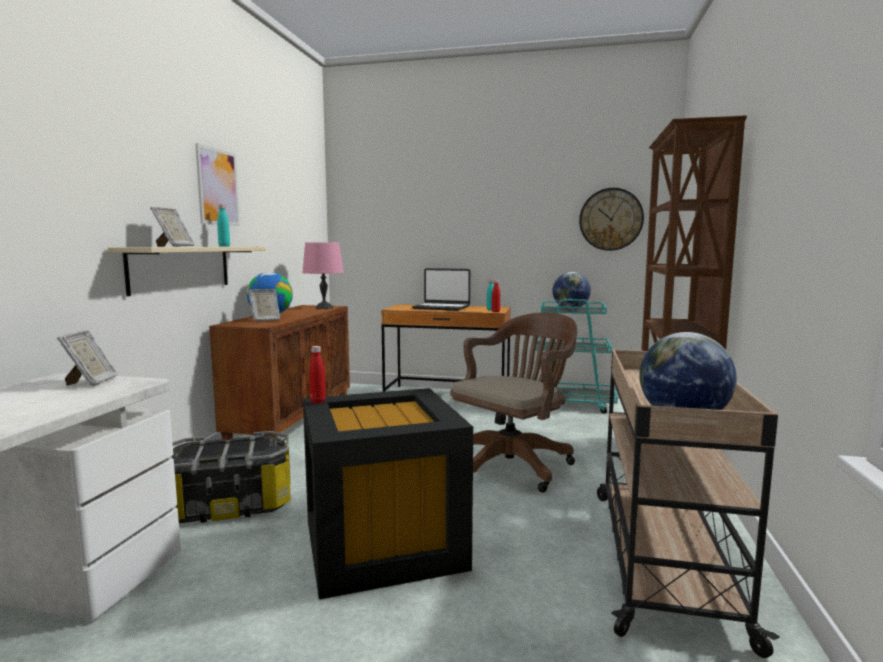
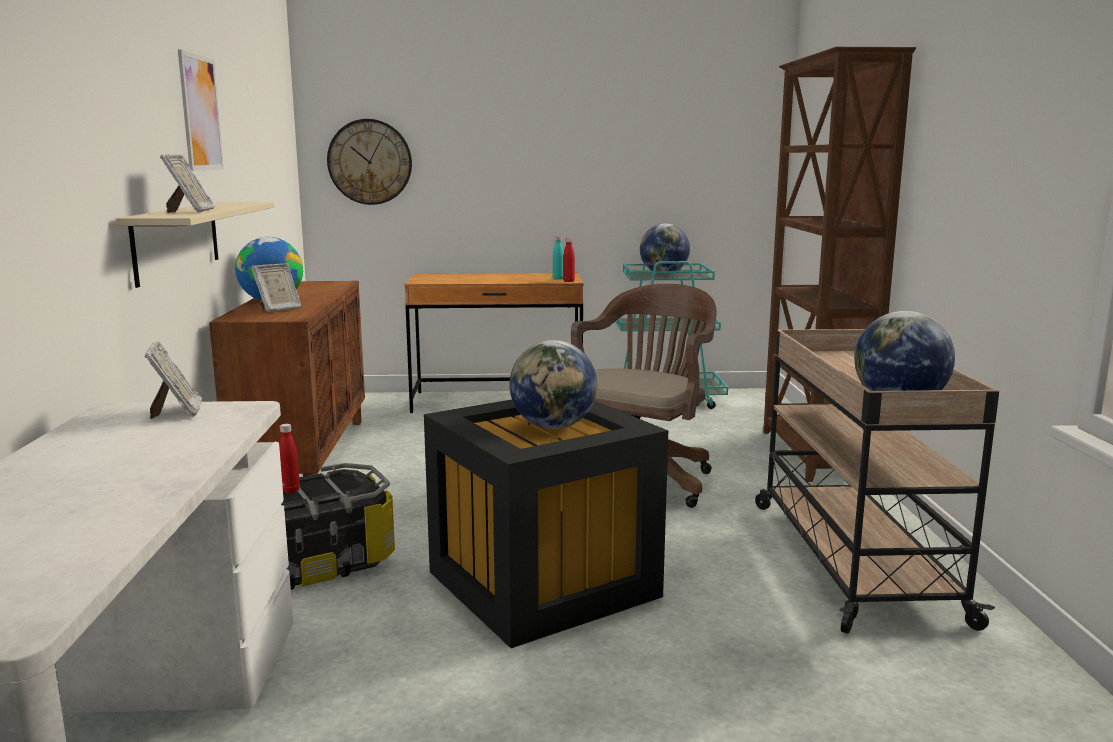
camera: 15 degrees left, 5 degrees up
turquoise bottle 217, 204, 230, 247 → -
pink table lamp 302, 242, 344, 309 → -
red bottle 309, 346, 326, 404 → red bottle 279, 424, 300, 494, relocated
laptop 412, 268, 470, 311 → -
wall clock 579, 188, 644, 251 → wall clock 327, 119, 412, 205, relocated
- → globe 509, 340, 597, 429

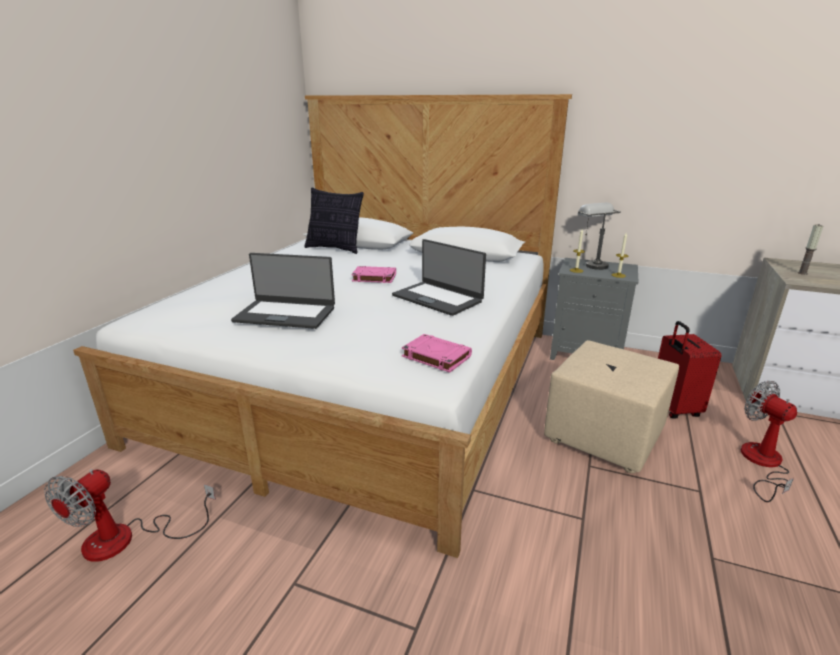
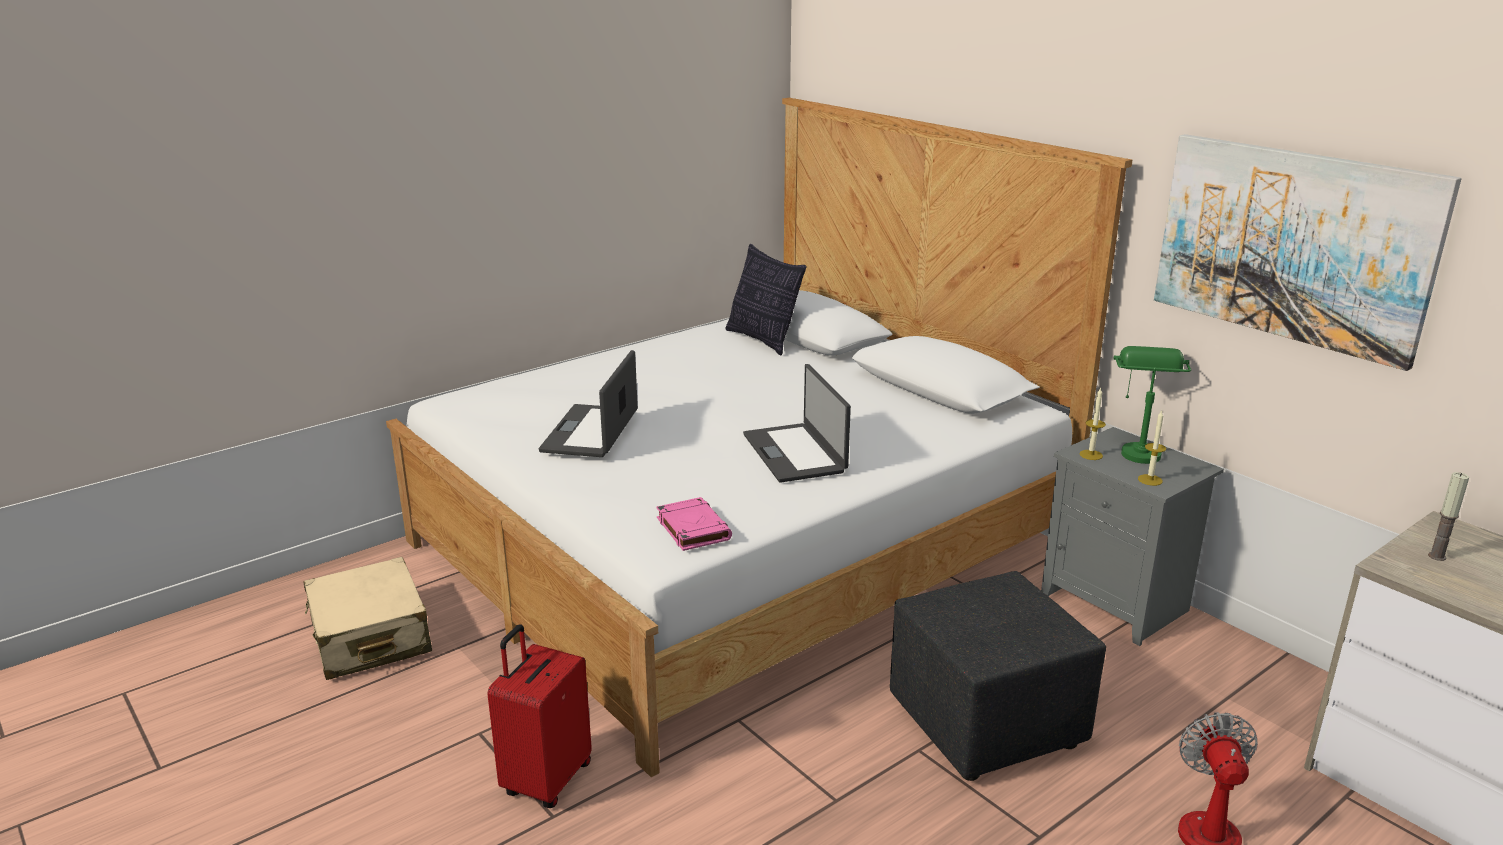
camera: 30 degrees right, 0 degrees up
fan 44, 469, 216, 562 → beige suitcase 304, 557, 432, 680
laptop 231, 253, 335, 329 → laptop 539, 350, 638, 457, 60 degrees clockwise
pink book 351, 266, 396, 283 → -
beige ottoman 544, 340, 679, 473 → black ottoman 890, 571, 1106, 781
grey table lamp 577, 203, 621, 270 → green table lamp 1114, 346, 1191, 464
red suitcase 658, 321, 721, 418 → red suitcase 487, 624, 592, 808, relocated
- → picture 1154, 134, 1461, 371

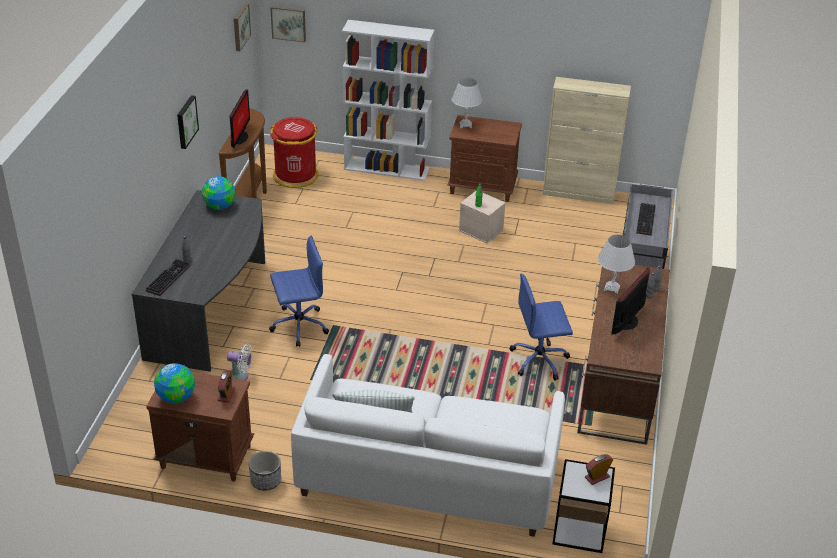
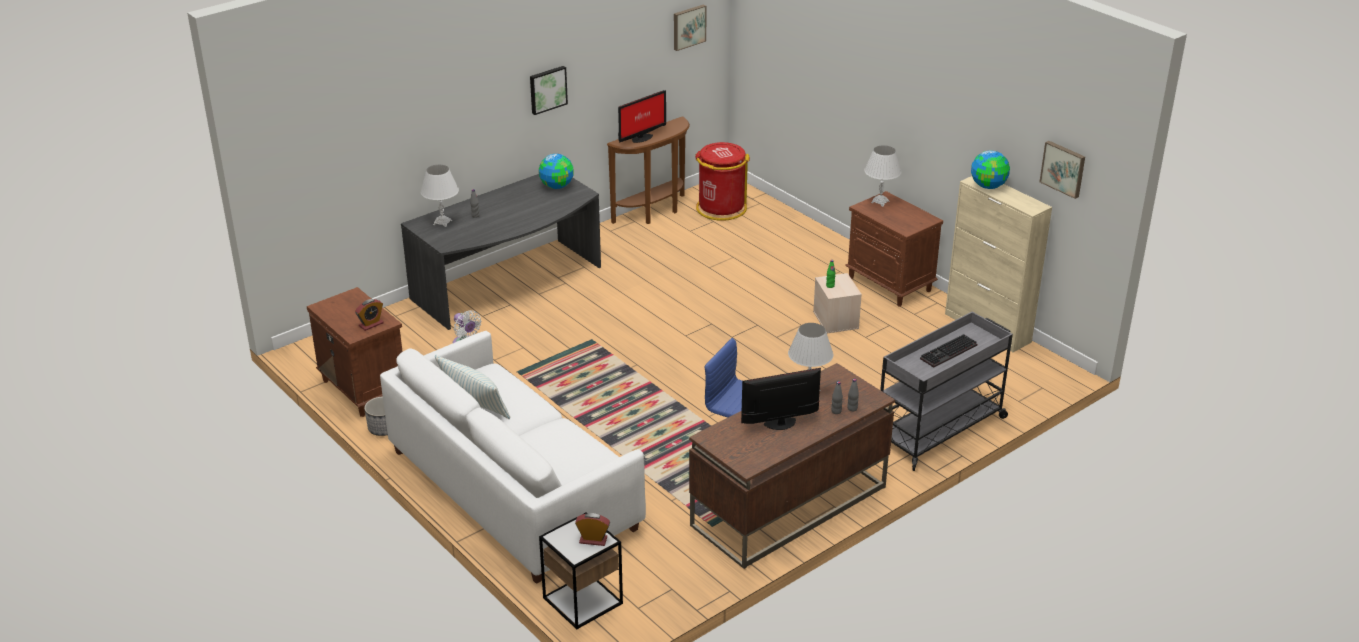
camera: 40 degrees right, 5 degrees down
keyboard 146, 259, 190, 296 → white table lamp 421, 165, 459, 227
globe 154, 363, 195, 403 → globe 971, 151, 1010, 189, relocated
blue office chair 269, 236, 329, 347 → -
picture 270, 6, 306, 42 → picture 1040, 141, 1085, 199, relocated
white bookcase 342, 20, 435, 181 → -

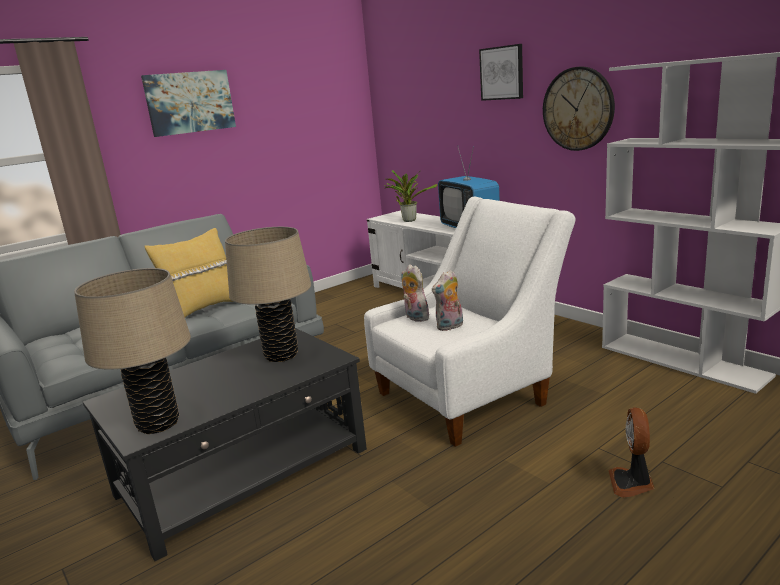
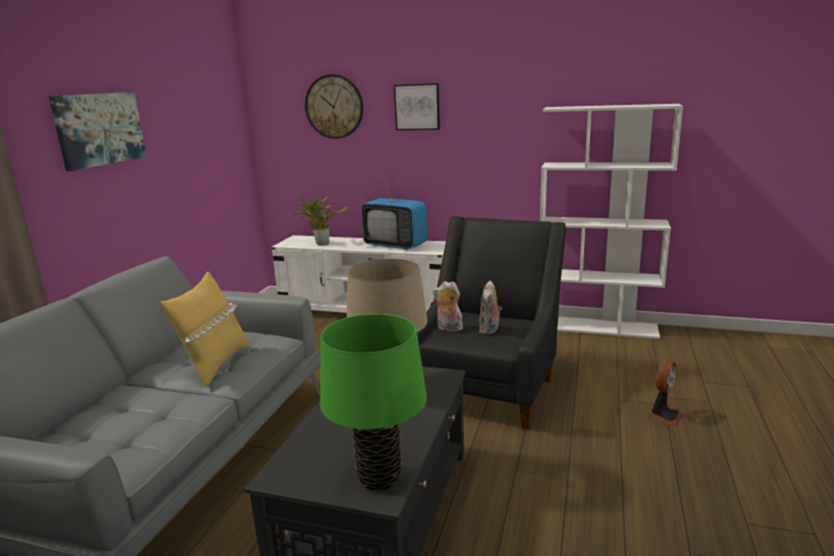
camera: 35 degrees left, 0 degrees up
beige table lamp 74, 268, 191, 434 → green table lamp 320, 314, 427, 491
white armchair 364, 197, 576, 447 → black armchair 417, 216, 566, 430
wall clock 543, 67, 615, 151 → wall clock 305, 74, 363, 139, relocated
fan 608, 407, 655, 498 → fan 648, 360, 683, 427, 120 degrees counterclockwise

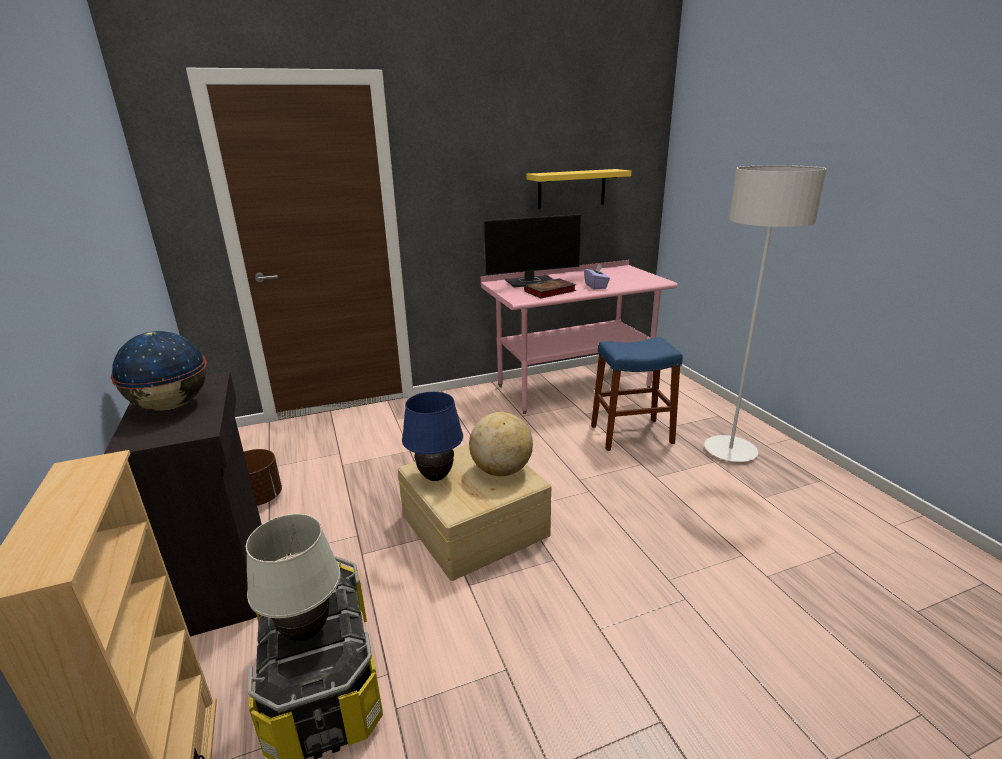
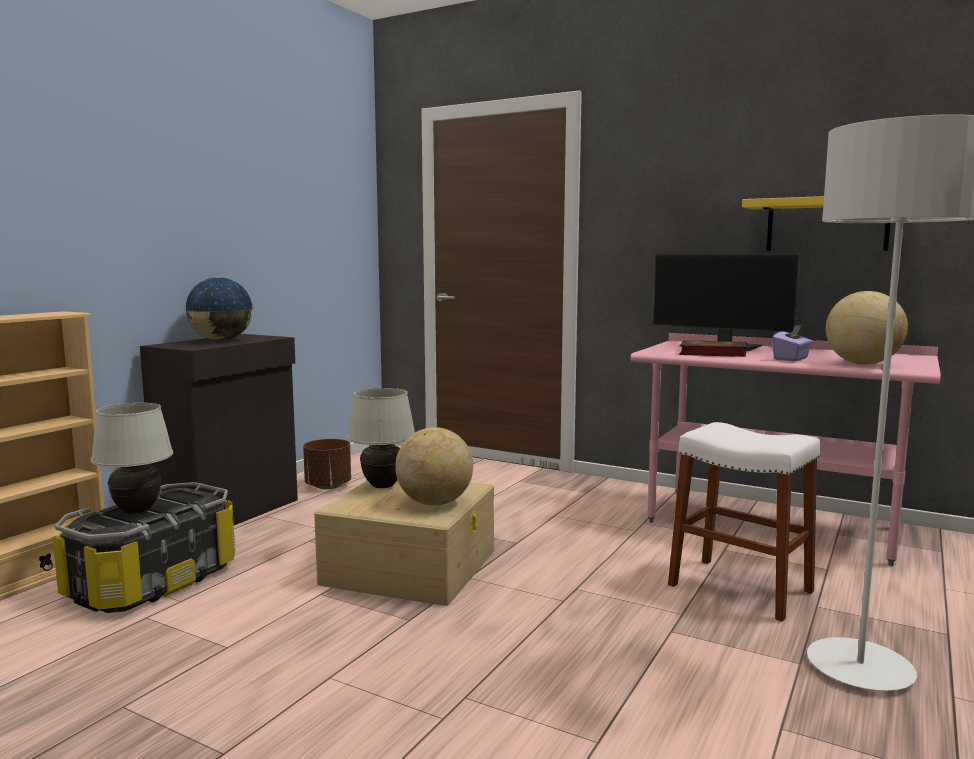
camera: 50 degrees right, 15 degrees down
blue table lamp 402, 392, 463, 481 → white table lamp 347, 388, 415, 488
blue stool 591, 337, 683, 451 → white stool 668, 422, 820, 622
- → globe 826, 291, 908, 364

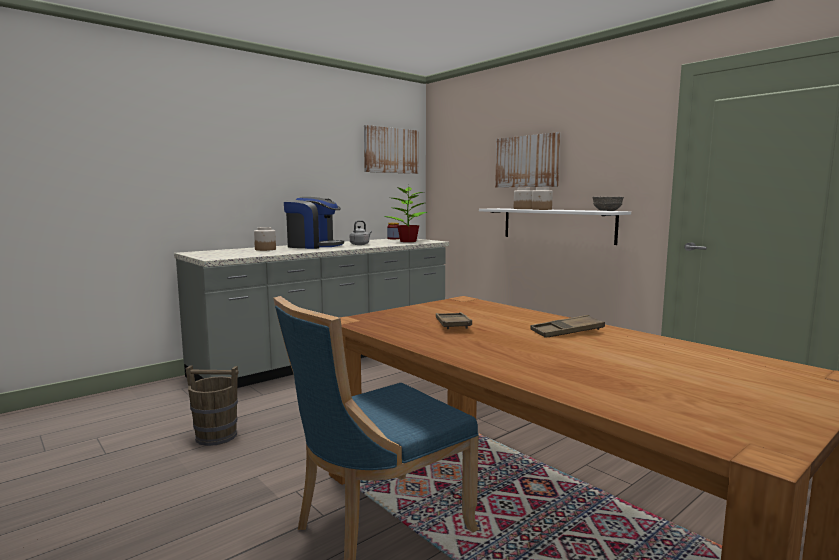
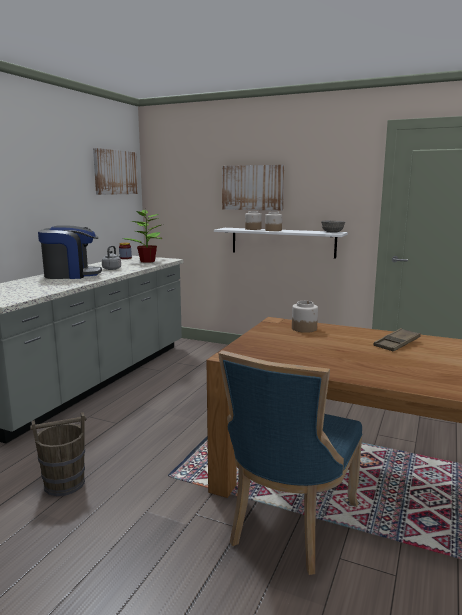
camera: 25 degrees left, 5 degrees up
jar 254, 227, 276, 251 → jar 292, 301, 318, 333, relocated
brown tray 436, 312, 472, 329 → -

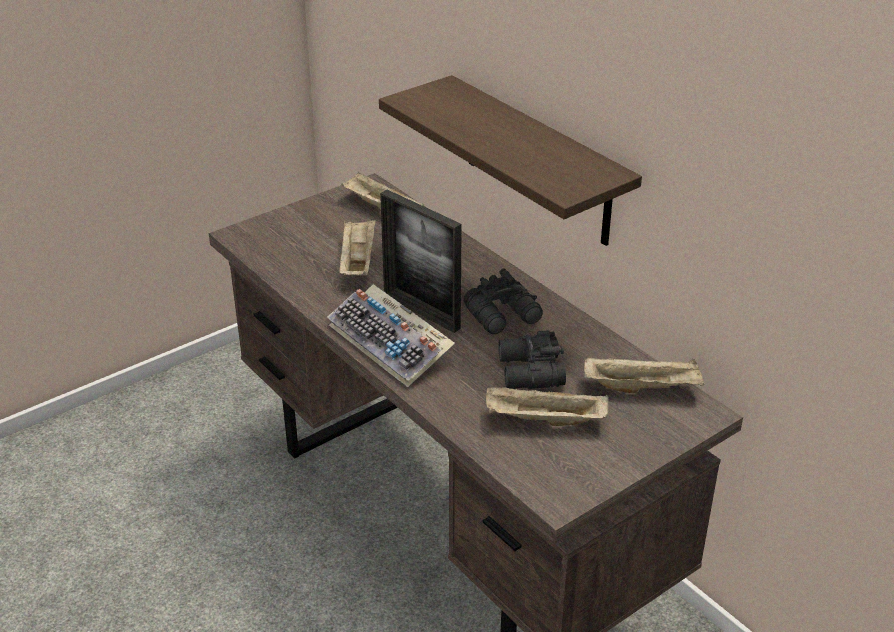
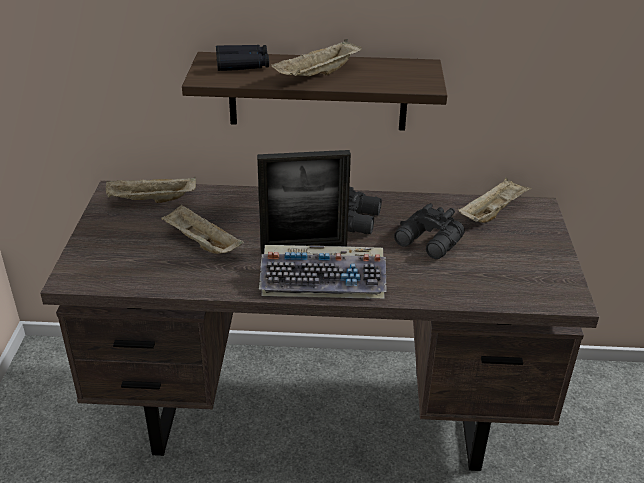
camera: 50 degrees left, 0 degrees up
beige tray 486, 386, 609, 426 → beige tray 272, 39, 362, 76, relocated
- → black binoculars 216, 45, 269, 71

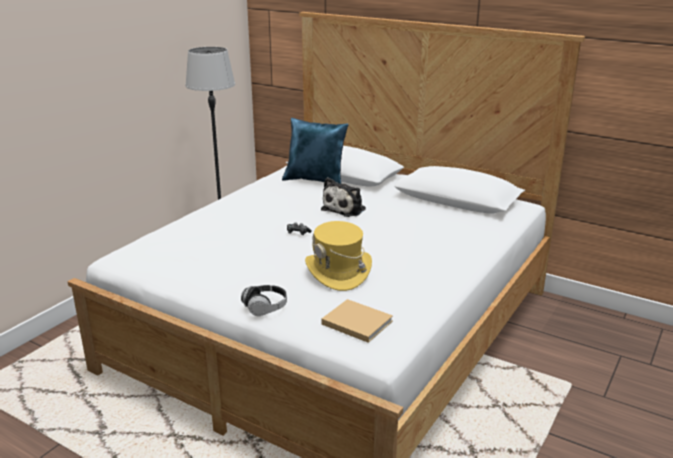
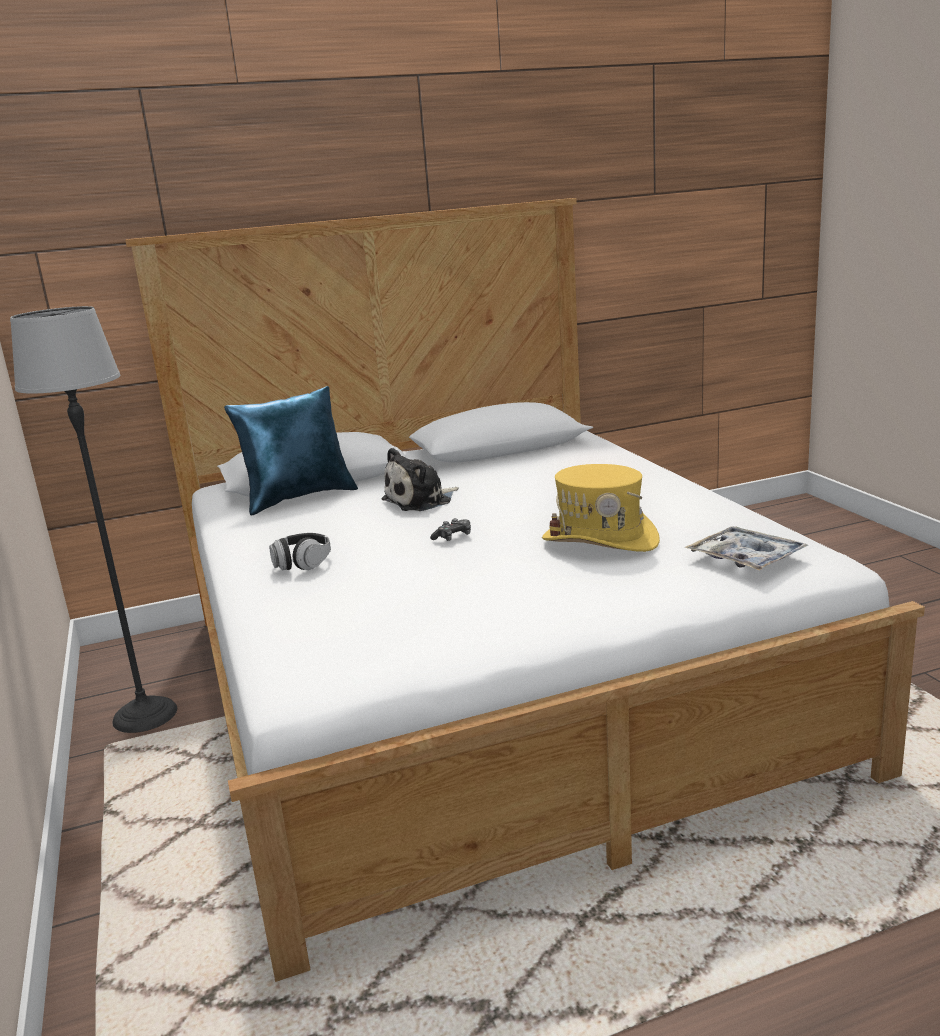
camera: 50 degrees left, 5 degrees down
headphones 241, 285, 287, 316 → headphones 269, 533, 331, 570, relocated
plush toy 321, 177, 366, 217 → plush toy 381, 448, 459, 511, 75 degrees clockwise
beige book 321, 299, 393, 343 → tray 685, 526, 808, 571

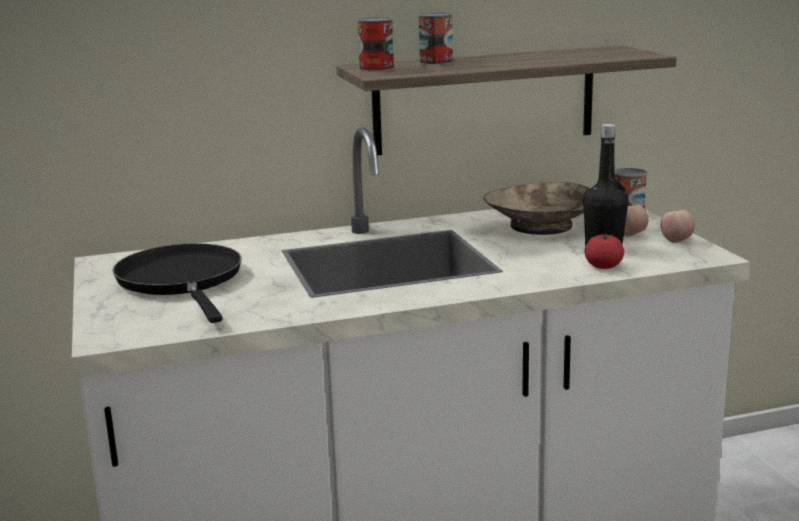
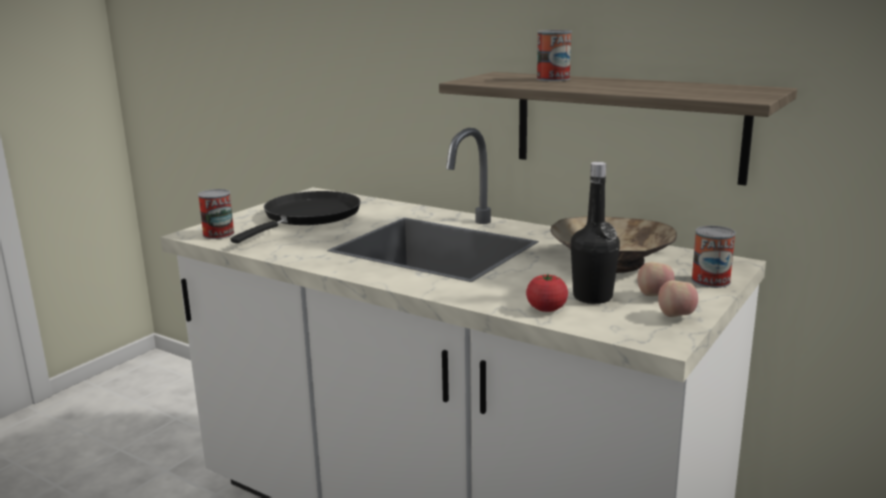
camera: 50 degrees right, 0 degrees up
can 357, 17, 394, 72 → can 198, 189, 235, 239, relocated

